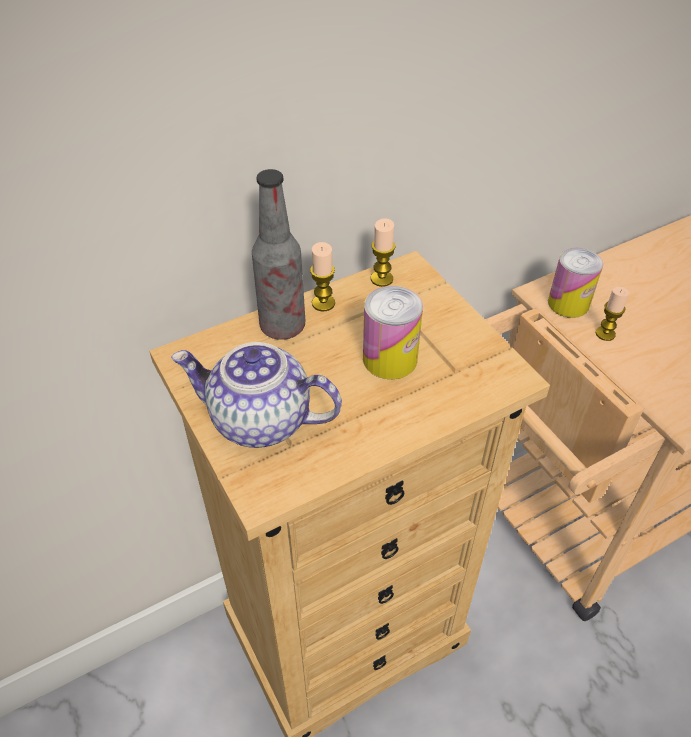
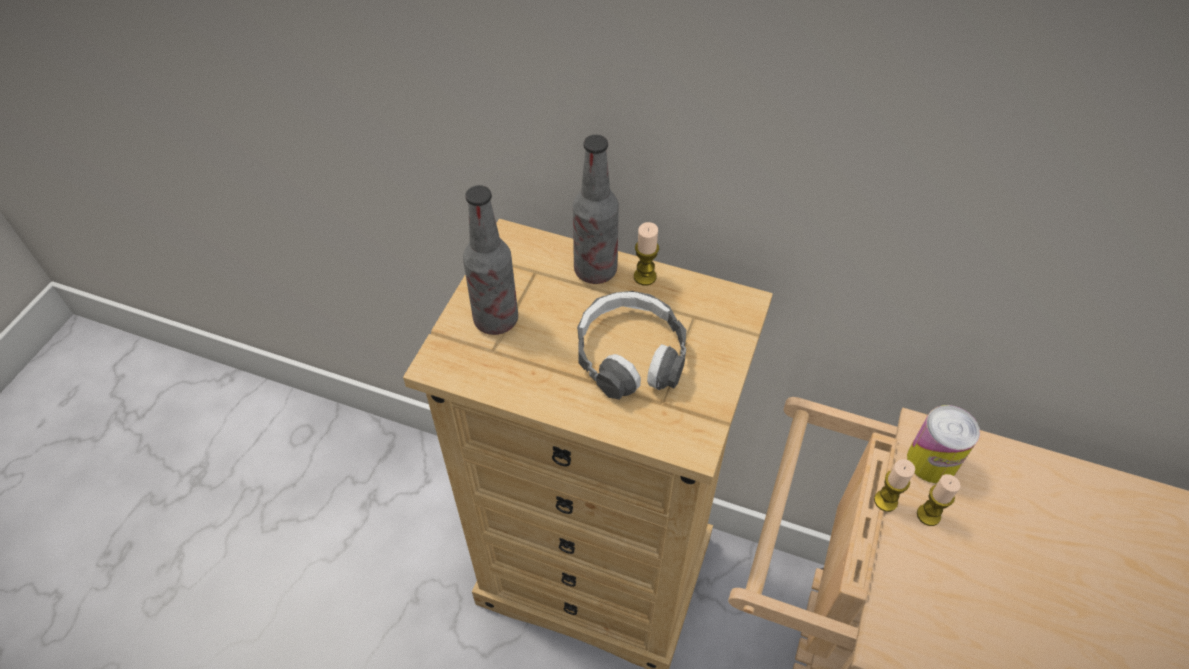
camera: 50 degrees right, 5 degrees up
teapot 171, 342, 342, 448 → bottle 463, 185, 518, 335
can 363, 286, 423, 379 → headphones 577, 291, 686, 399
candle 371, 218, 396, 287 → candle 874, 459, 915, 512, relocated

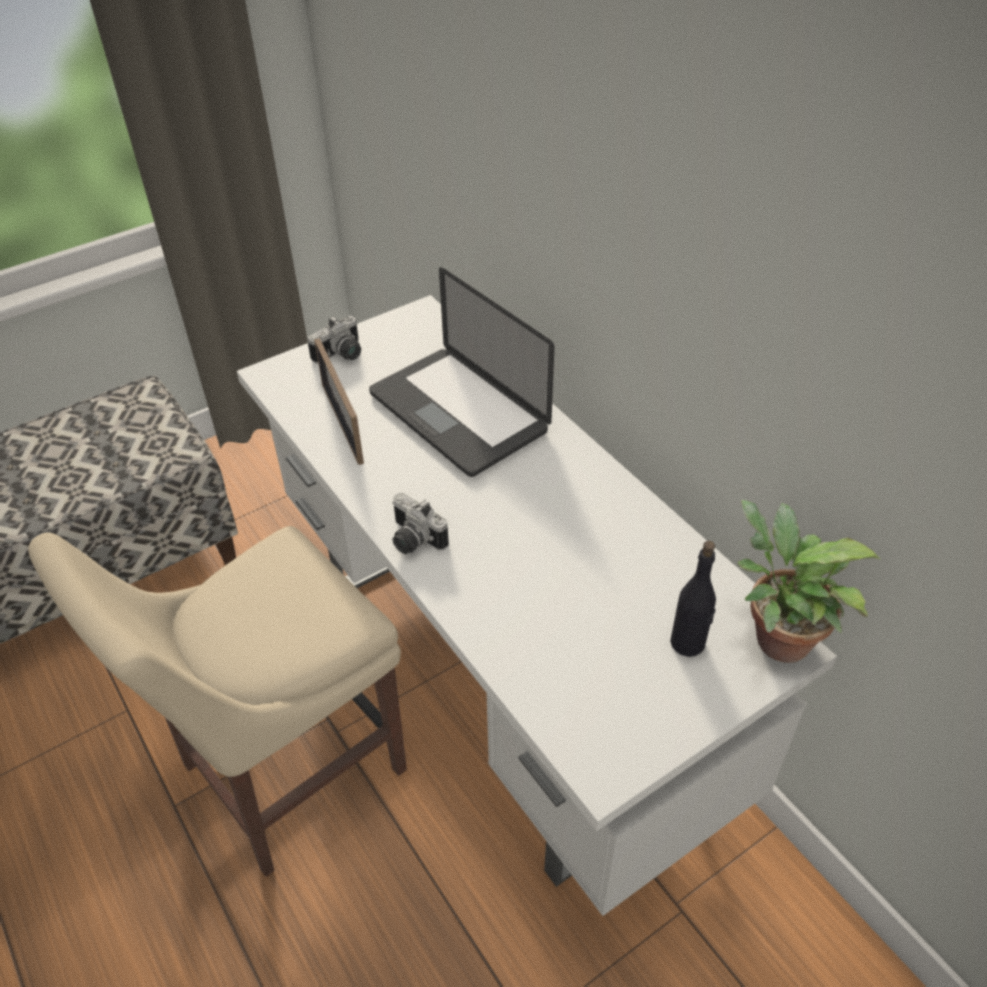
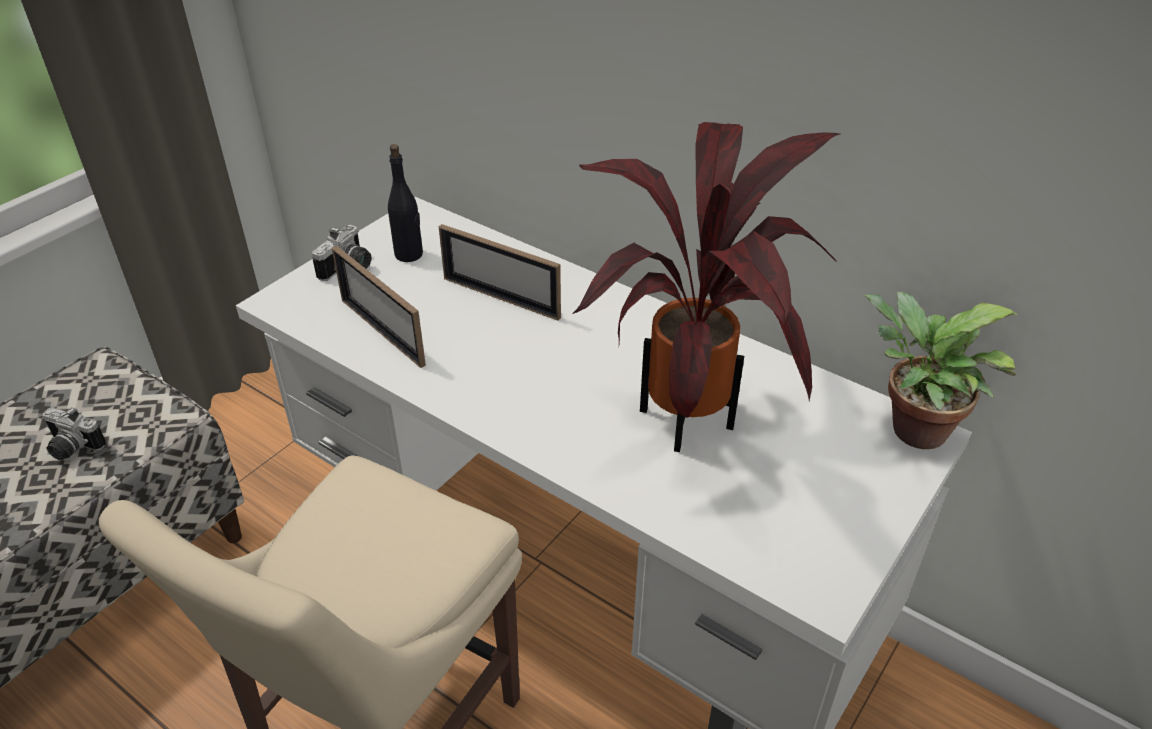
camera: 20 degrees left, 5 degrees down
laptop 369, 267, 554, 477 → picture frame 439, 224, 561, 321
photo camera 392, 493, 449, 554 → photo camera 43, 407, 106, 460, relocated
black bottle 670, 541, 716, 657 → black bottle 388, 144, 423, 262, relocated
- → potted plant 572, 122, 840, 452

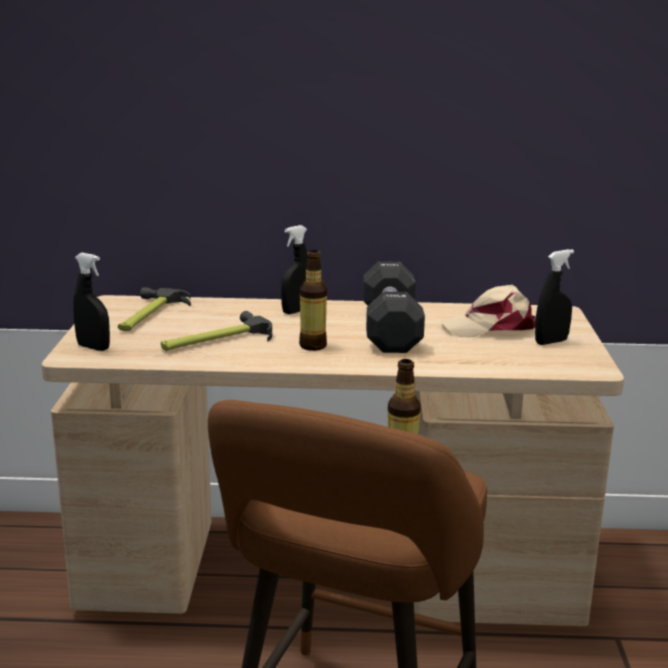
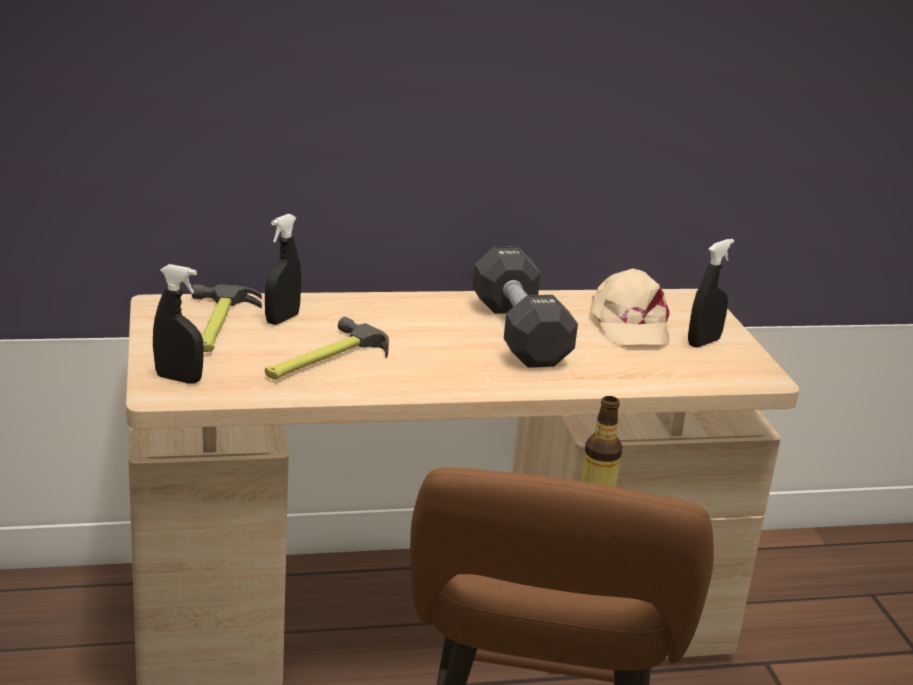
camera: 15 degrees left, 5 degrees up
black spray bottle 281, 225, 308, 314 → black spray bottle 265, 214, 301, 325, relocated
bottle 299, 250, 327, 351 → -
beige cap 441, 285, 536, 338 → beige cap 590, 268, 670, 345, 75 degrees counterclockwise

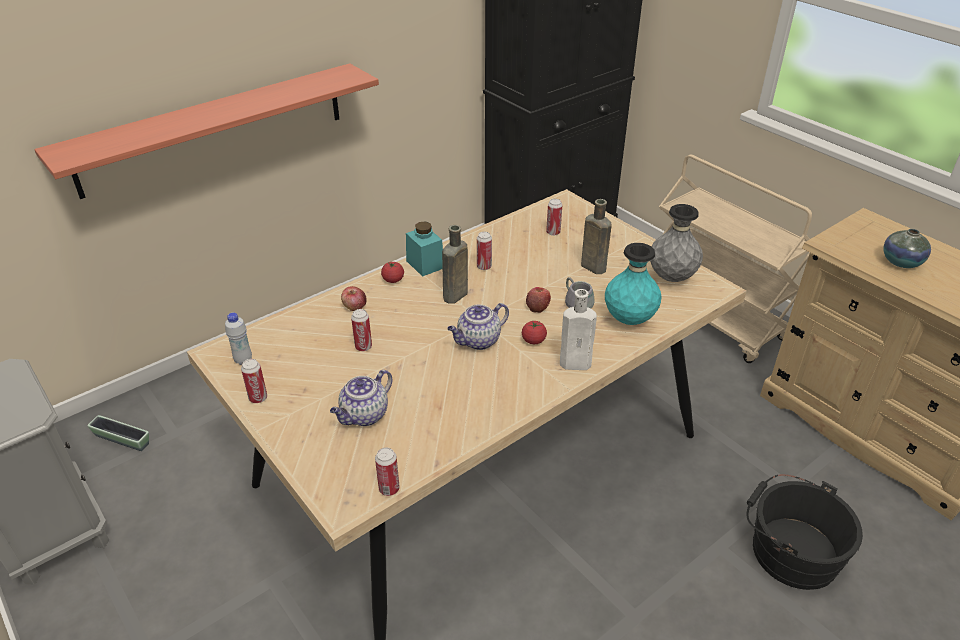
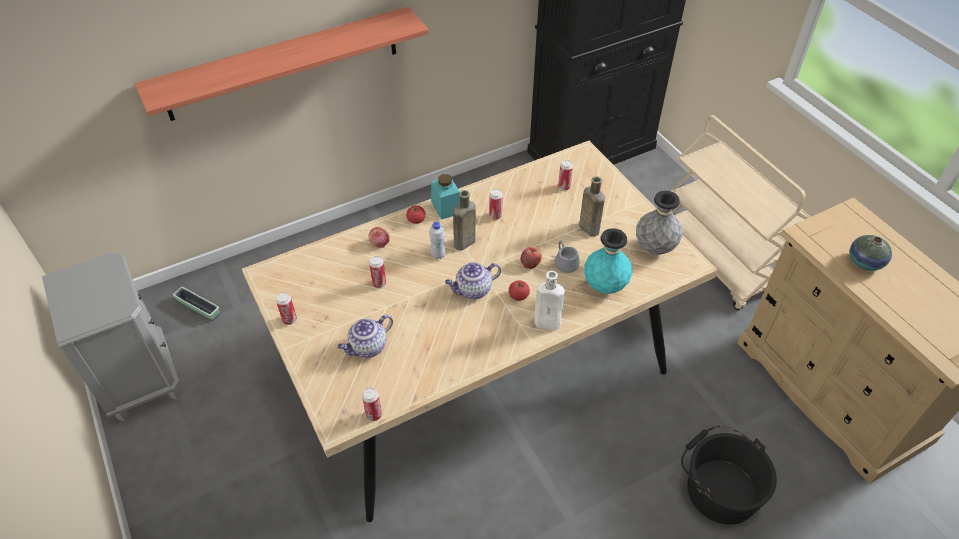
camera: 10 degrees right, 10 degrees up
white bottle 225, 312, 252, 365 → white bottle 429, 222, 445, 259, relocated

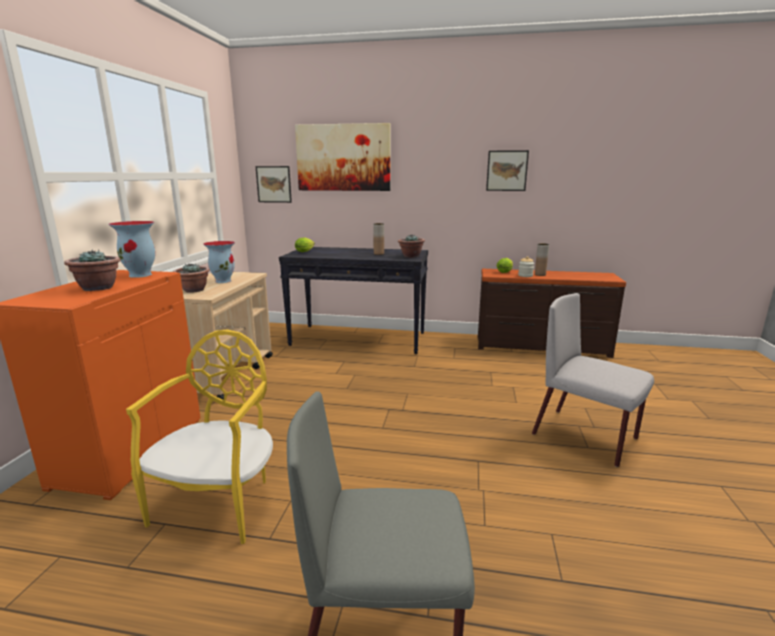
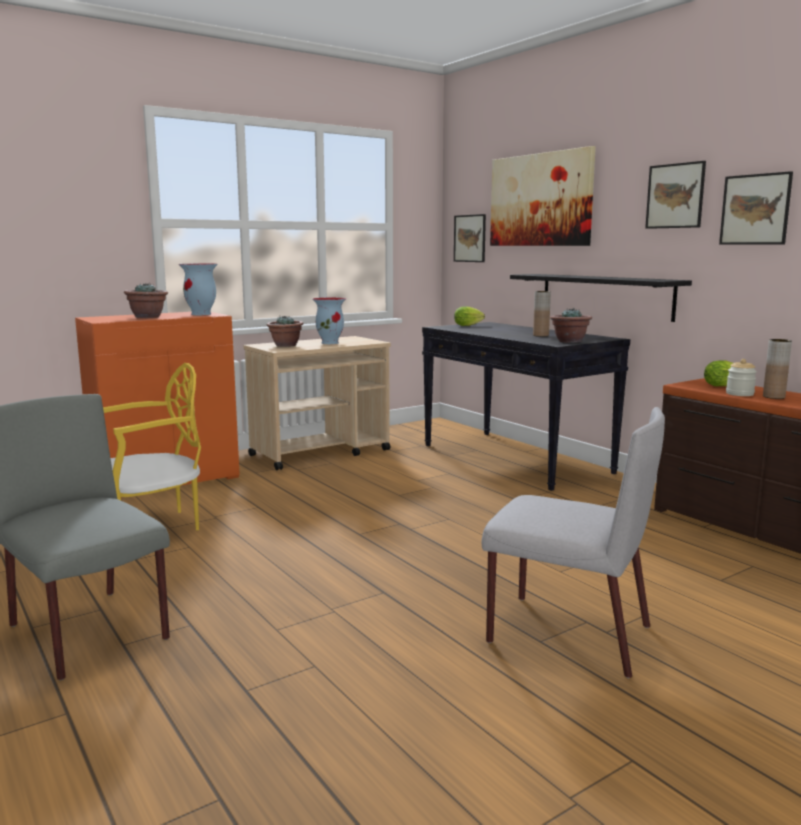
camera: 45 degrees right, 5 degrees down
grey chair 532, 293, 654, 467 → grey chair 482, 407, 665, 678, 120 degrees clockwise
- → black shelf 510, 274, 692, 322
- → picture 645, 161, 706, 229

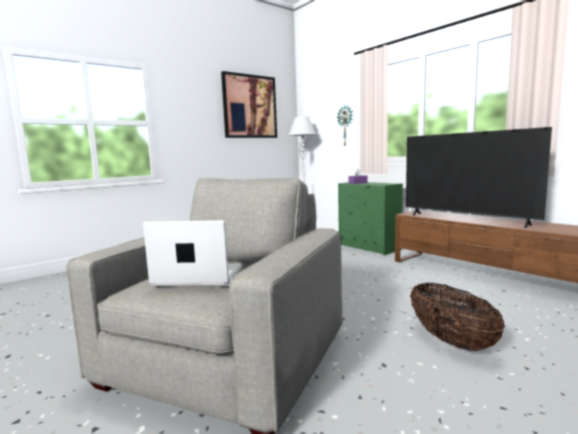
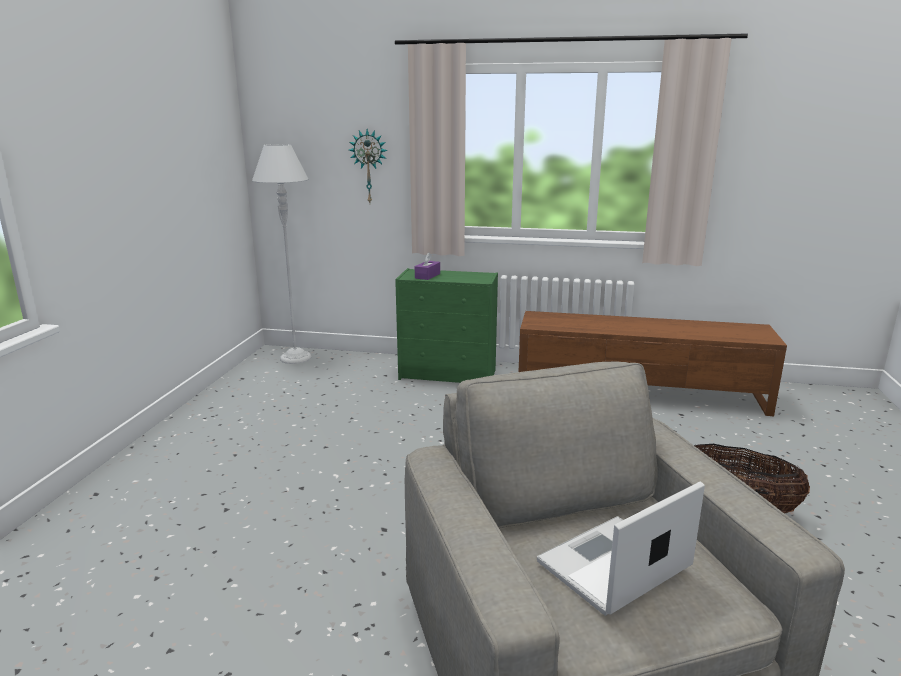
camera: 40 degrees left, 10 degrees up
picture 221, 71, 277, 138 → -
television 406, 127, 552, 228 → -

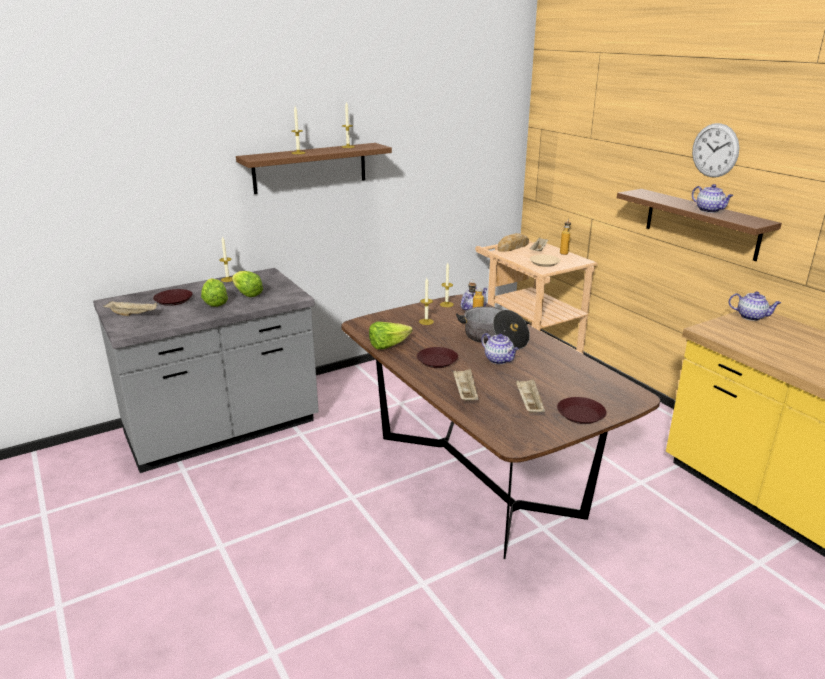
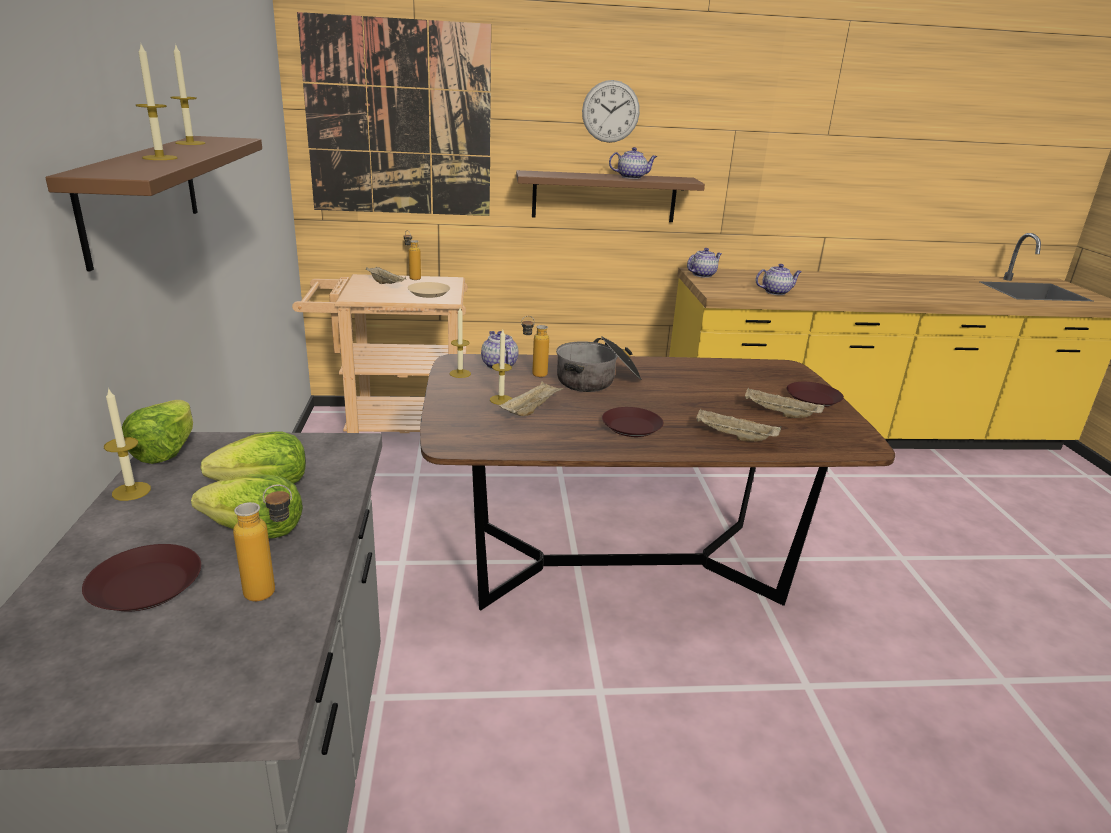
camera: 65 degrees left, 0 degrees up
beige tray 103, 301, 157, 316 → beige tray 499, 381, 564, 416, relocated
lettuce 369, 322, 413, 349 → lettuce 122, 400, 193, 464, relocated
teapot 481, 333, 519, 364 → teapot 756, 264, 802, 295, relocated
bread 498, 233, 529, 252 → -
- → bottle 233, 484, 292, 601
- → picture 297, 12, 491, 216

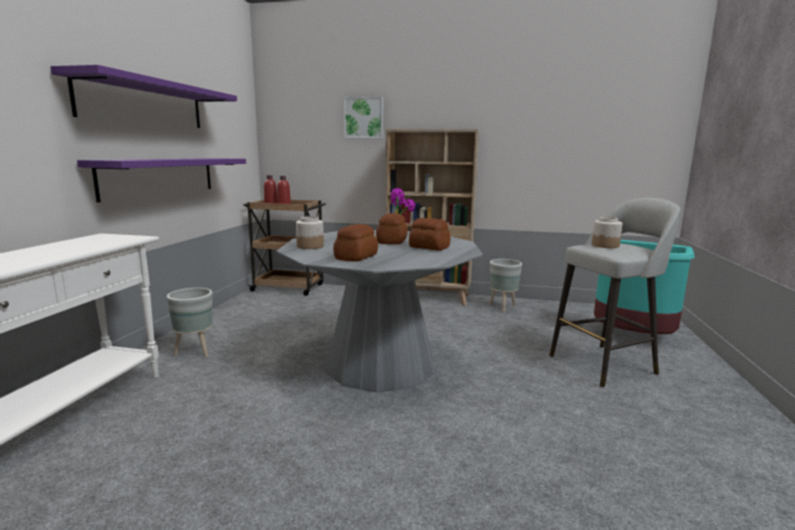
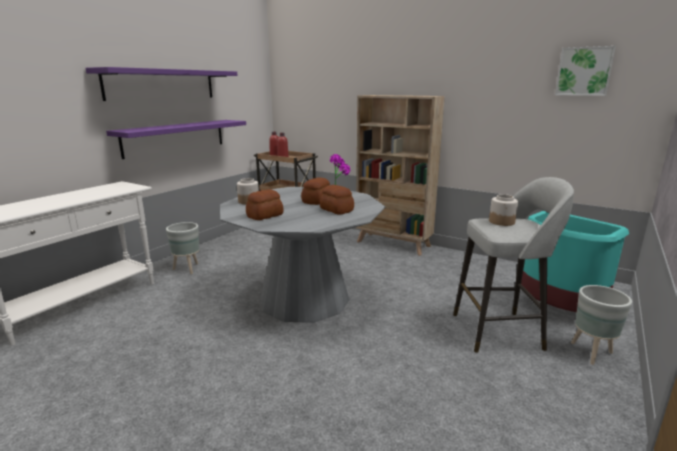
camera: 20 degrees right, 5 degrees up
picture 344, 97, 383, 138 → picture 555, 46, 616, 96, relocated
grey planter 489, 259, 522, 313 → grey planter 571, 285, 632, 365, relocated

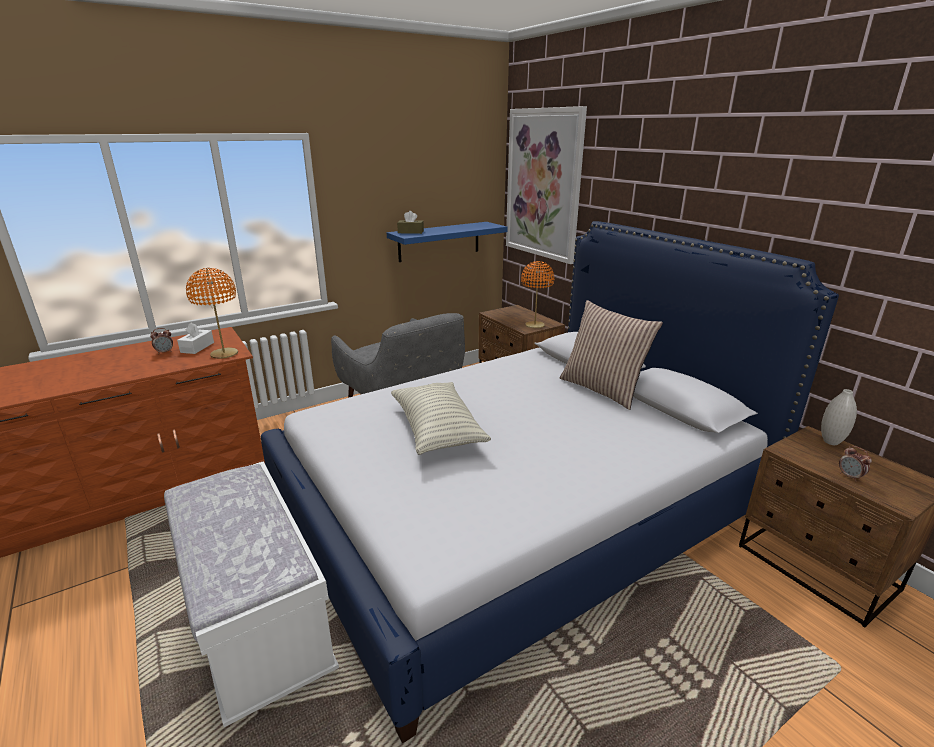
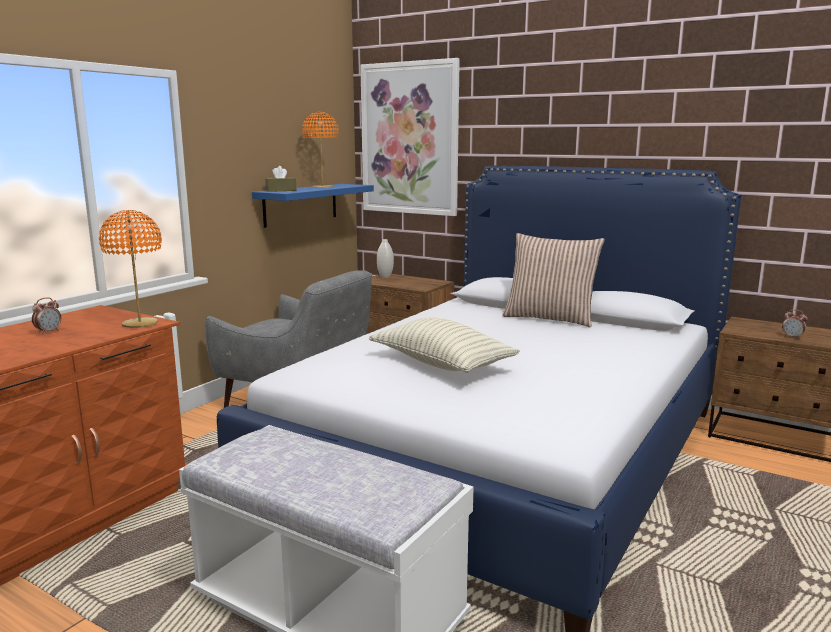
camera: 25 degrees left, 10 degrees down
white tissue box 177, 322, 214, 354 → -
orange table lamp 521, 261, 554, 328 → orange table lamp 302, 112, 339, 188, relocated
white vase 821, 389, 857, 445 → white vase 377, 239, 394, 278, relocated

